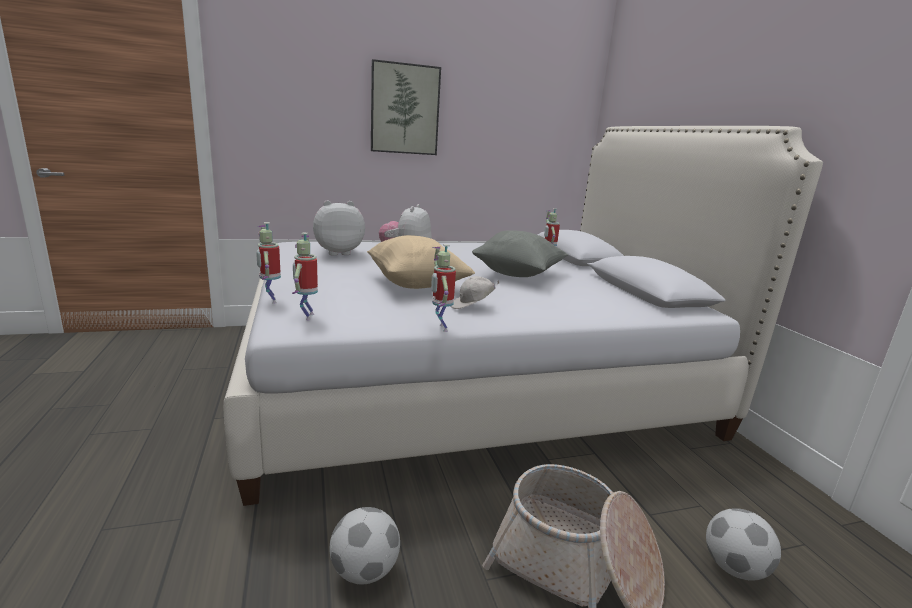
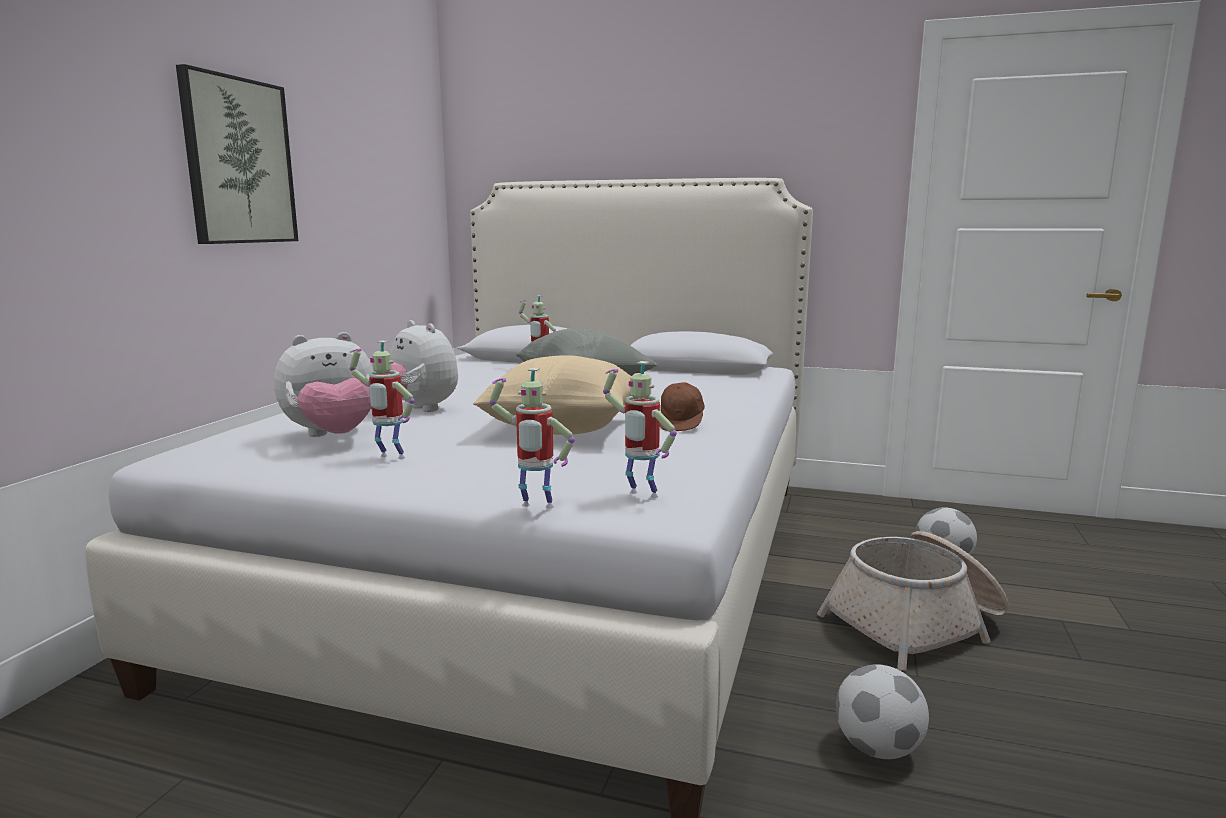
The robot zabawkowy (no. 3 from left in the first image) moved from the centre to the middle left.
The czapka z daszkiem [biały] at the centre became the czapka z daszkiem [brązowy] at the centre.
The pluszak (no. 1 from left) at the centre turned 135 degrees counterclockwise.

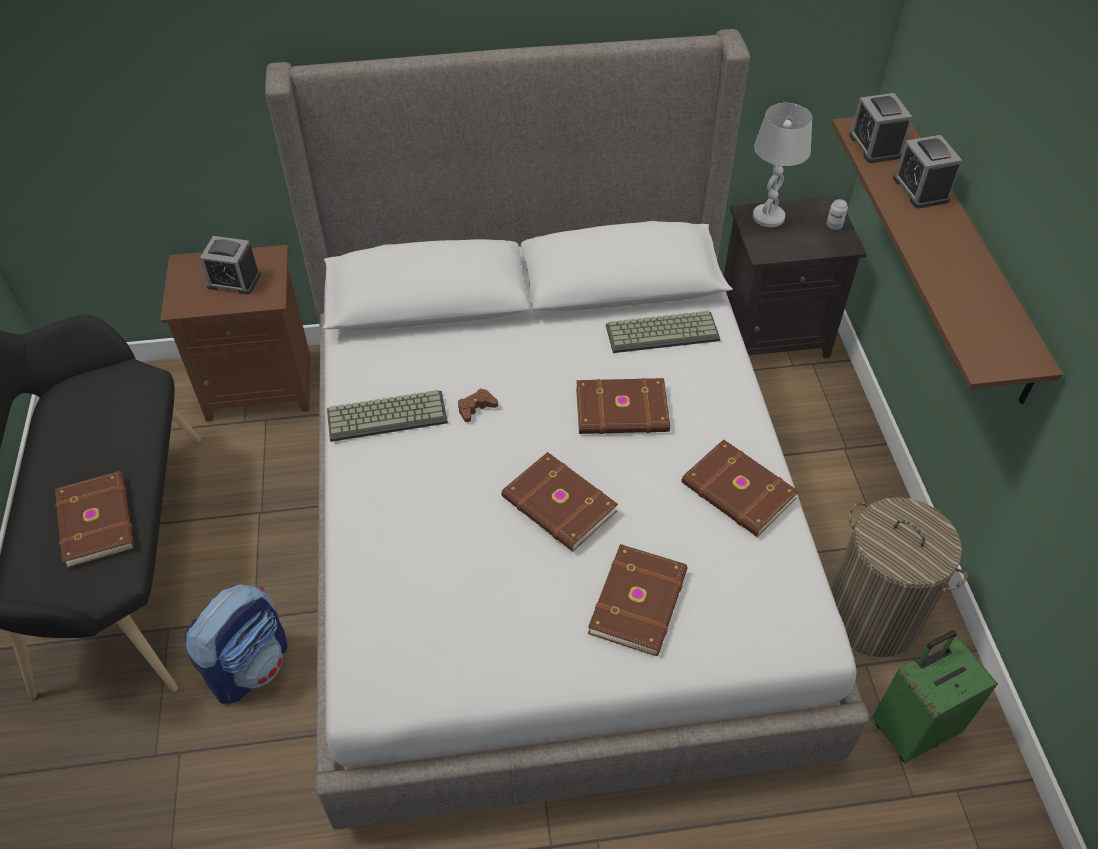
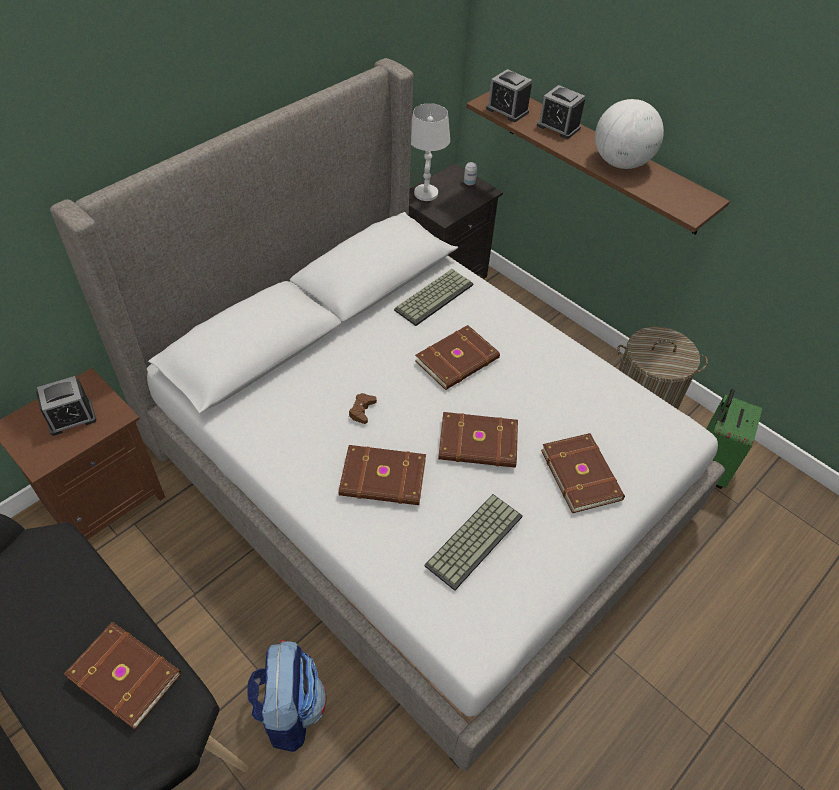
The globus at the top right appeared.
The klawiatura (no. 1 from left in the first image) moved from the centre to the bottom centre.
The książka [brązowy] (no. 5 from left in the first image) moved from the middle right to the centre.

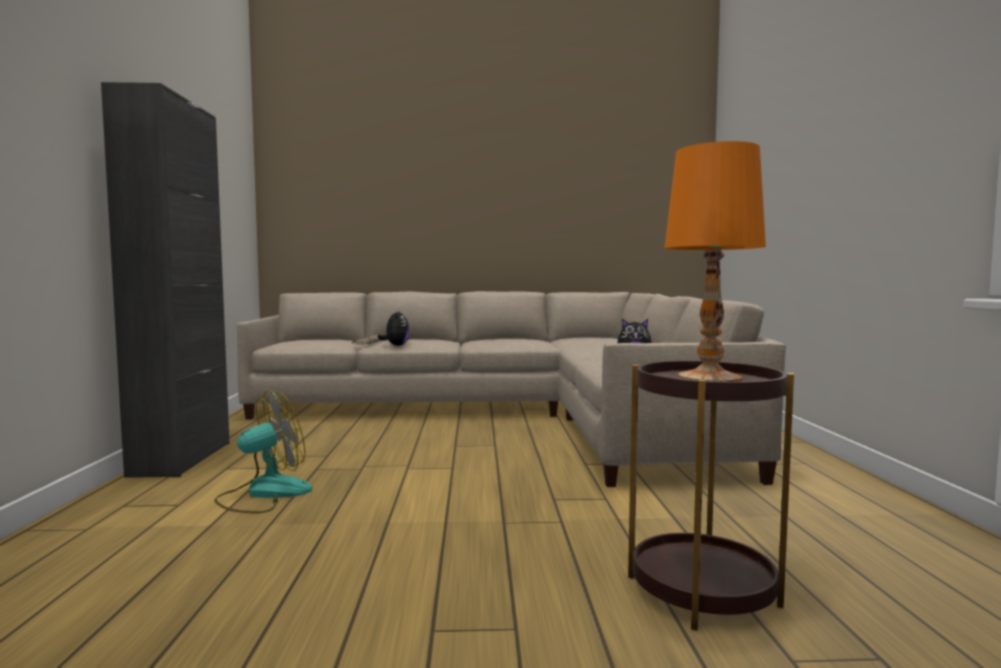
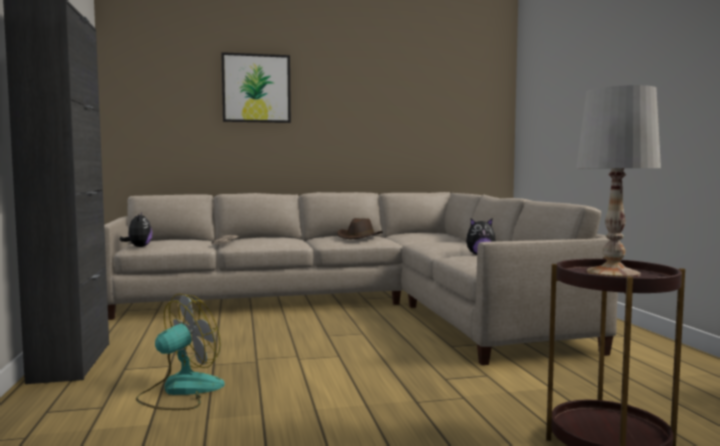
The obraz at the top centre appeared.
The kapelusz [brązowy] at the centre appeared.
The pluszak (no. 1 from left) moved from the centre to the middle left.
The lampa stołowa [pomarańczowy] at the middle right became the lampa stołowa [biały] at the middle right.

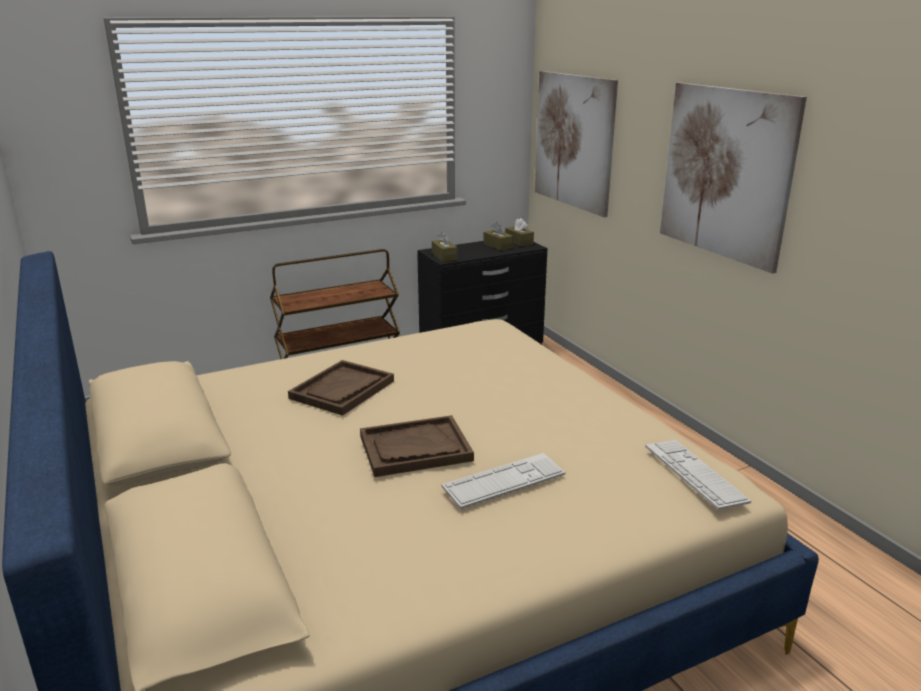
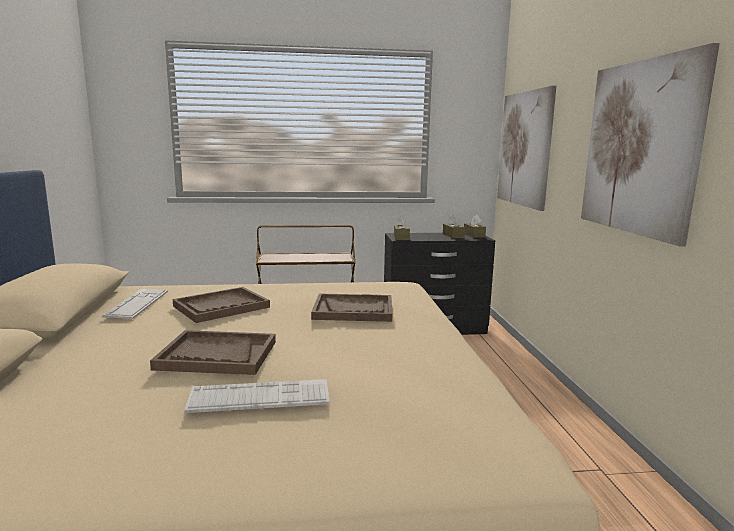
The taca [brązowy] (no. 3 from left) at the centre appeared.
The klawiatura (no. 2 from left in the first image) moved from the bottom right to the middle left.

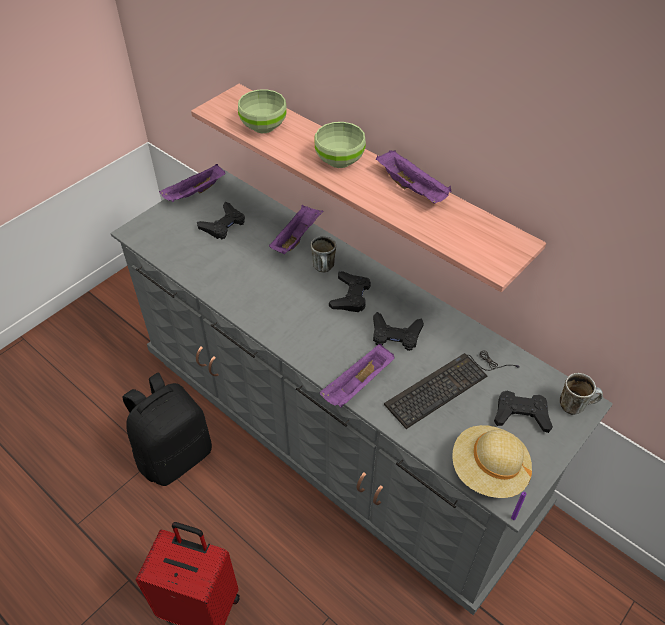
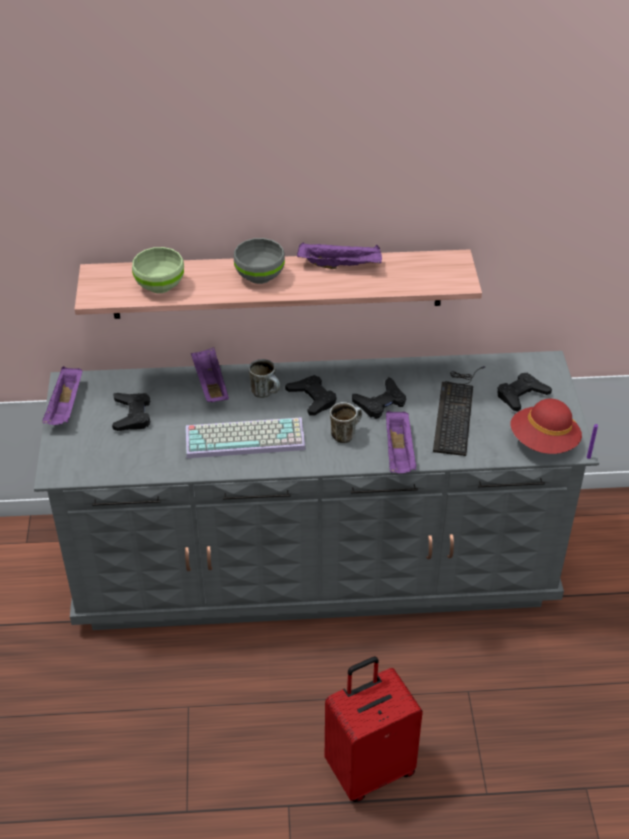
The plecak [czarny] at the bottom left disappeared.
The klawiatura (no. 1 from left) at the centre appeared.
The kubek (no. 2 from left) moved from the middle right to the centre.
The miska [zielony] (no. 2 from left) at the top centre became the miska [szary] at the top centre.
The kapelusz [beżowy] at the bottom right became the kapelusz [czerwony] at the middle right.

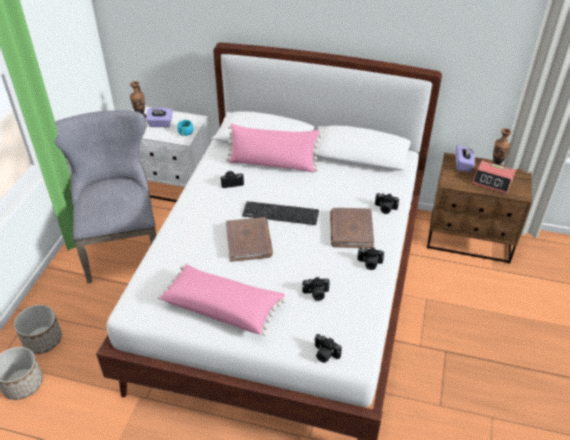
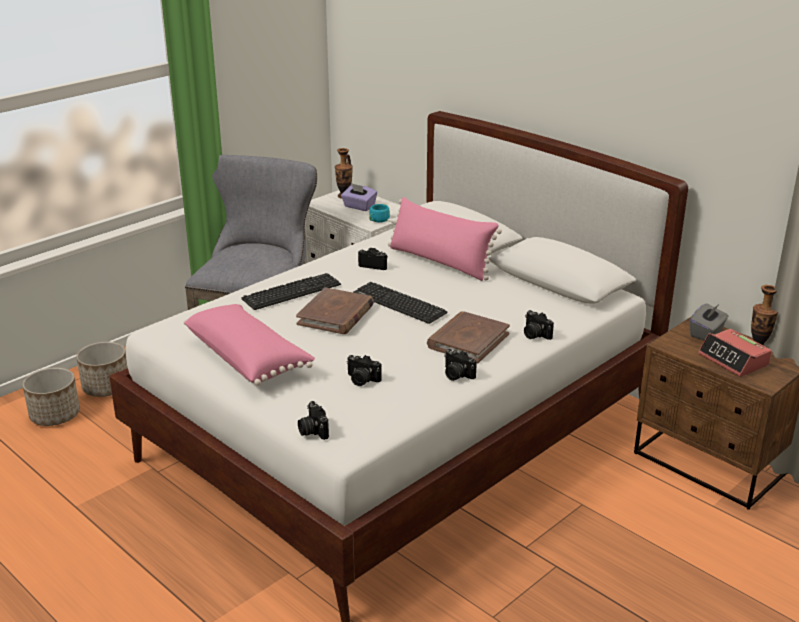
The klawiatura (no. 1 from left) at the centre appeared.
The pudełko chusteczek [fioletowy] (no. 2 from left) at the middle right became the pudełko chusteczek [szary] at the middle right.

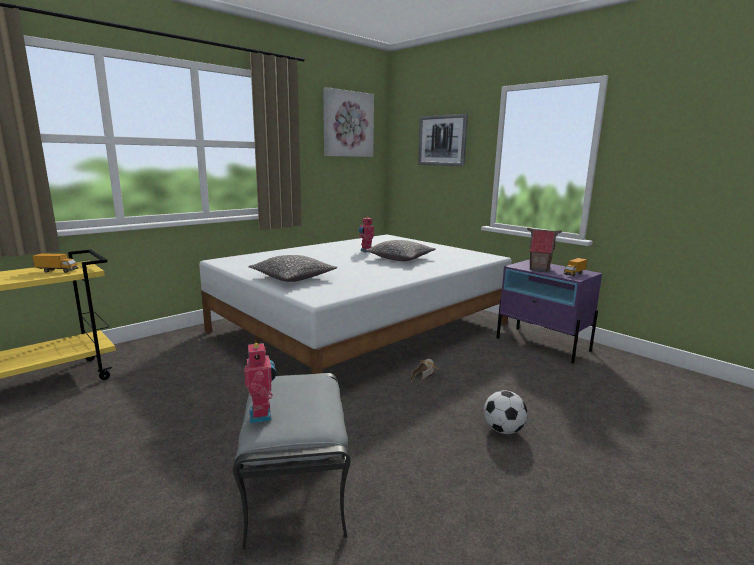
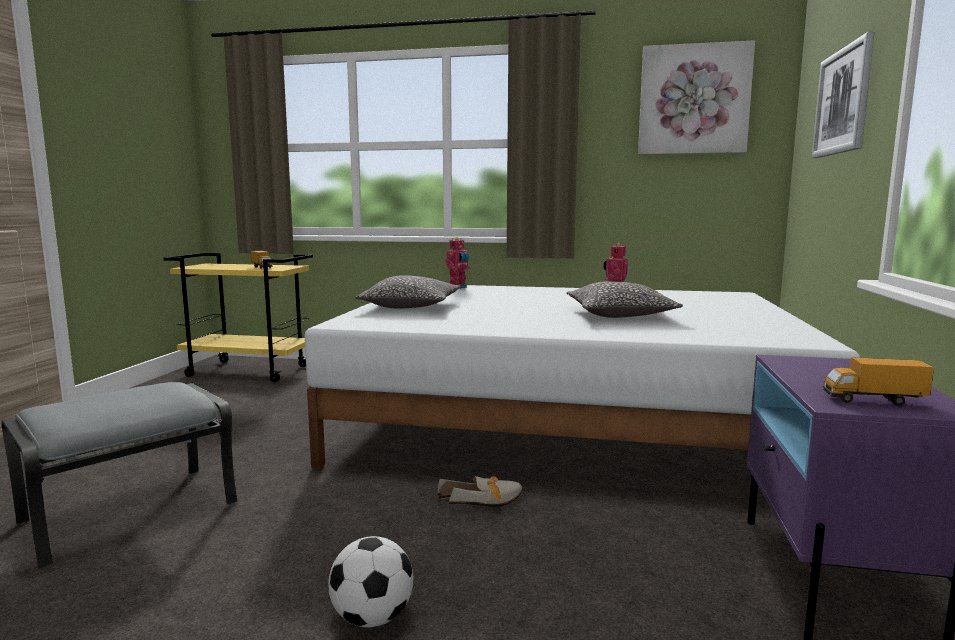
The domek at the middle right disappeared.
The robot zabawkowy (no. 1 from left) moved from the bottom centre to the centre.

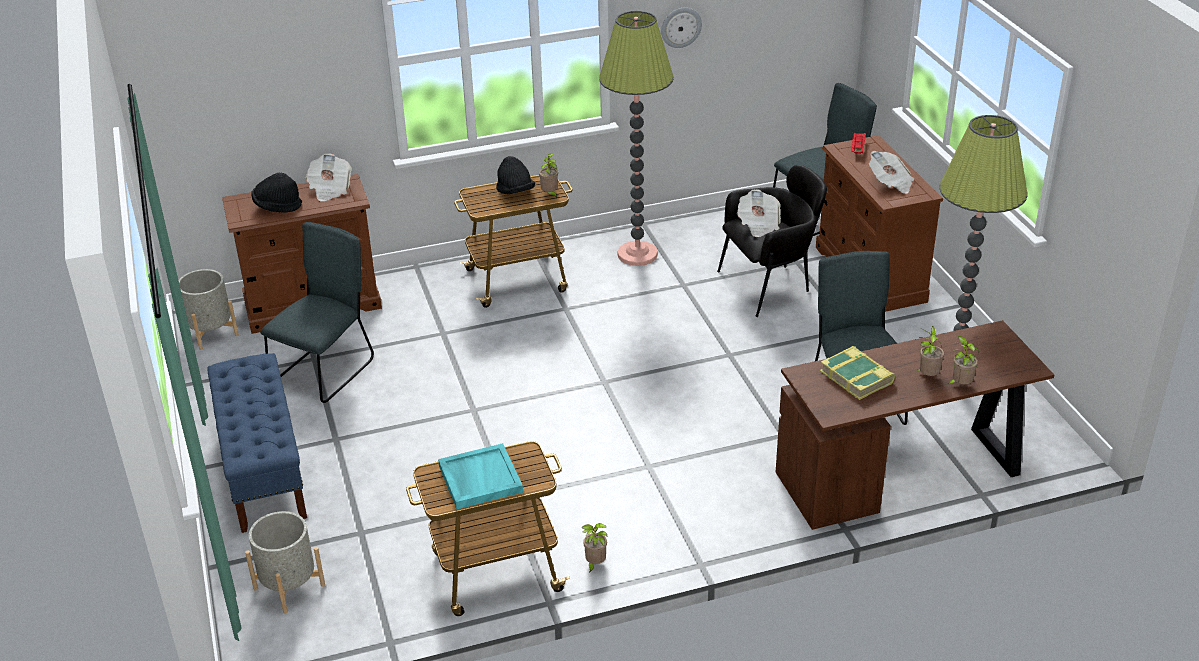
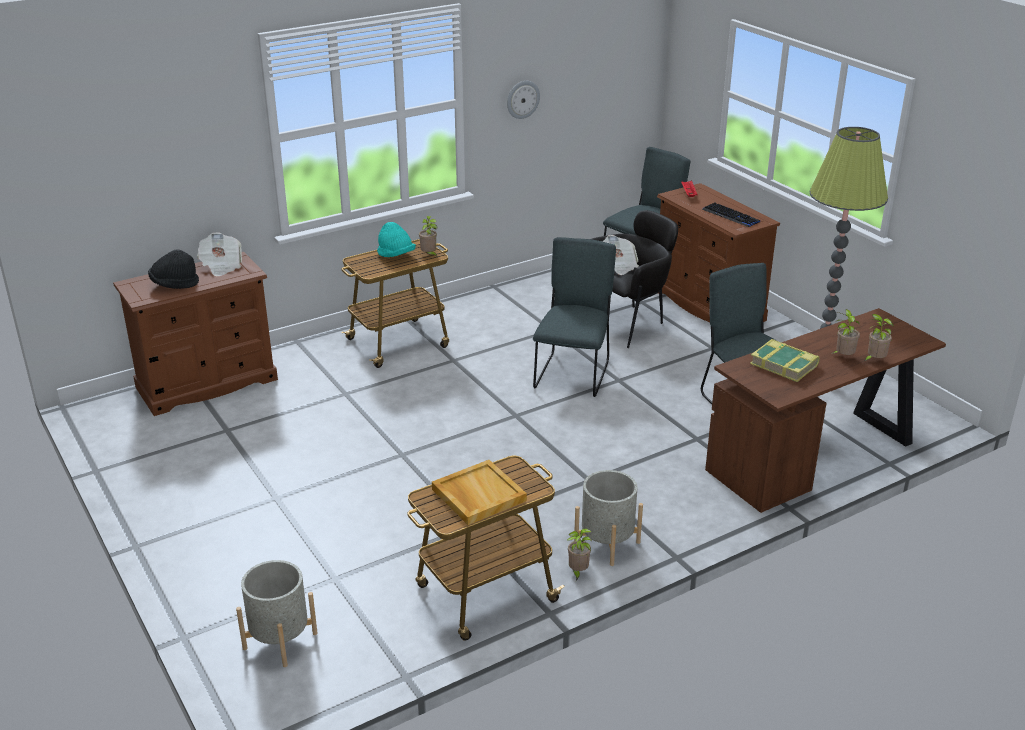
The ławka [niebieski] at the bottom left disappeared.
The lampa stojąca (no. 1 from left) at the top centre disappeared.
The donica [szary] (no. 1 from left in the first image) moved from the middle left to the bottom centre.
The krzesło [szary] (no. 1 from left) moved from the middle left to the centre.
The gazeta (no. 3 from left) at the top right was replaced by the klawiatura at the top right.
The taca [turkusowy] at the bottom centre became the taca [beżowy] at the bottom centre.
The kapelusz [czarny] (no. 2 from left) at the top centre became the kapelusz [turkusowy] at the top centre.

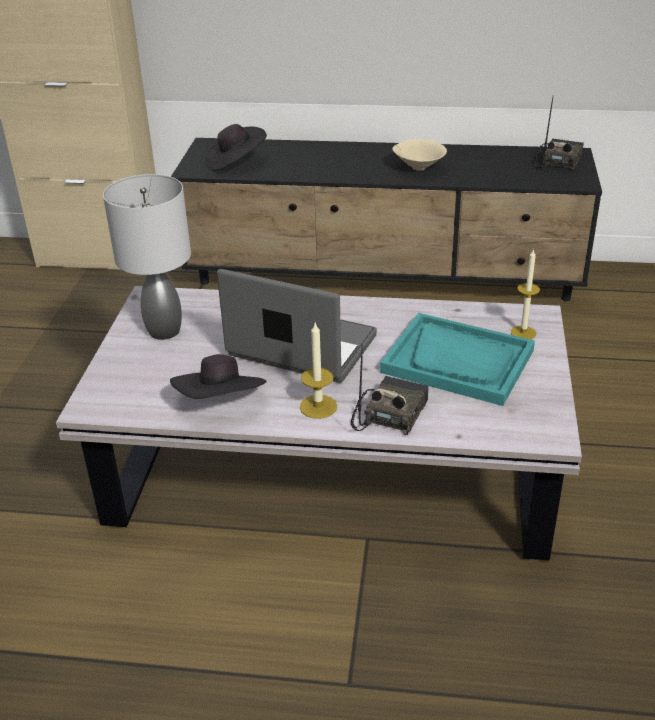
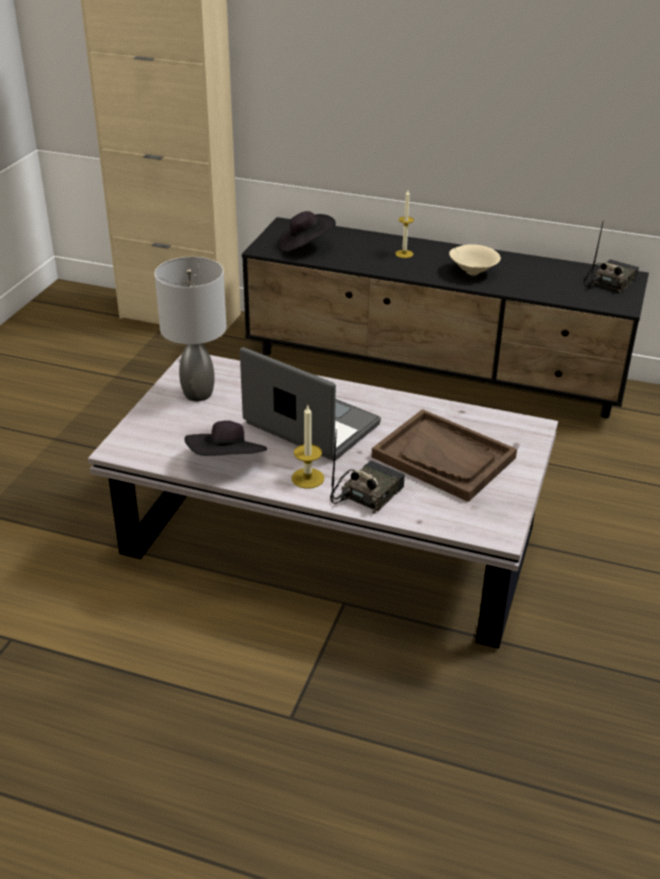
The świeca (no. 2 from left) moved from the middle right to the top centre.
The taca [turkusowy] at the middle right became the taca [brązowy] at the middle right.

